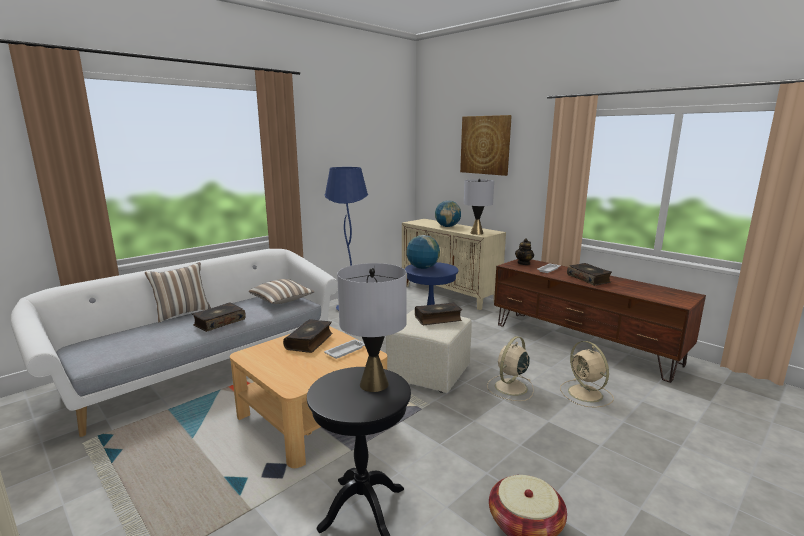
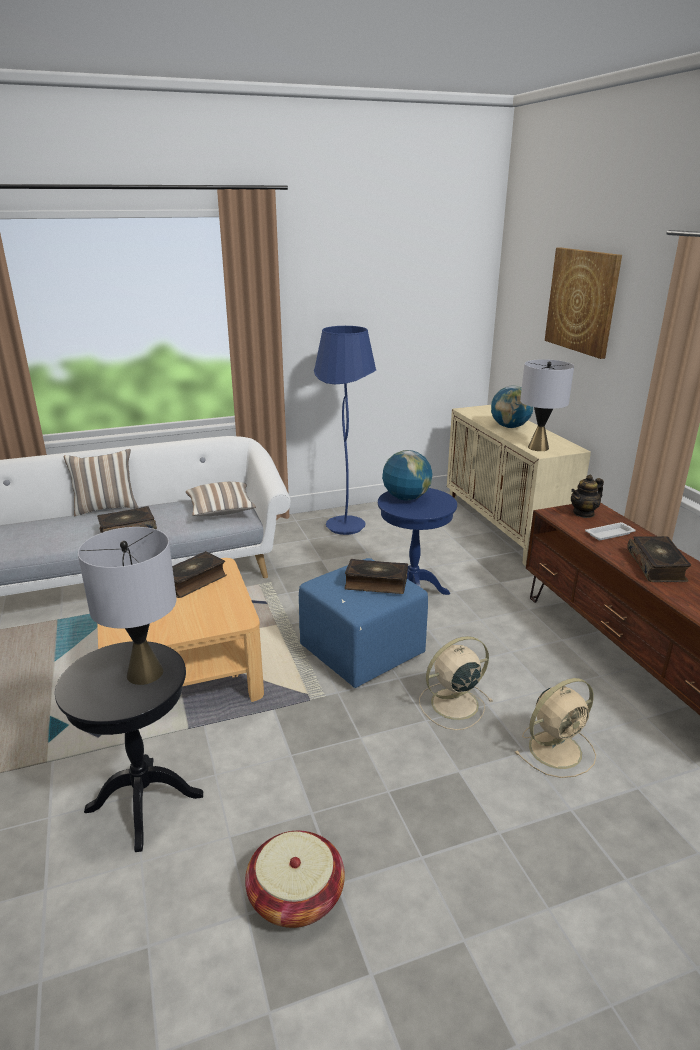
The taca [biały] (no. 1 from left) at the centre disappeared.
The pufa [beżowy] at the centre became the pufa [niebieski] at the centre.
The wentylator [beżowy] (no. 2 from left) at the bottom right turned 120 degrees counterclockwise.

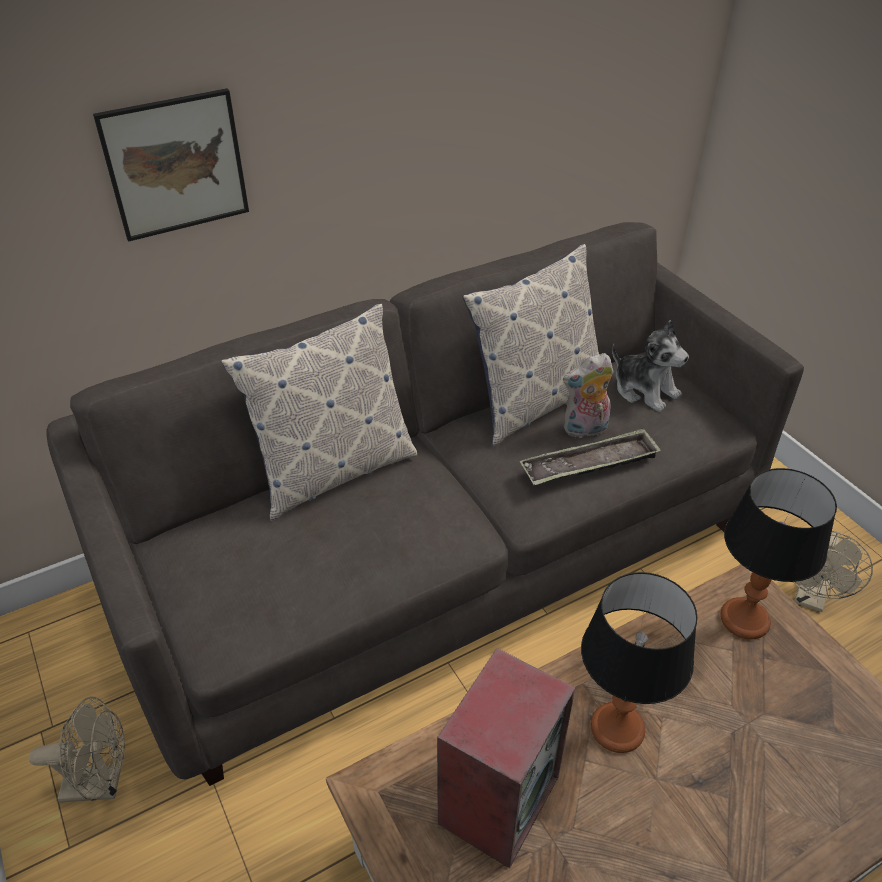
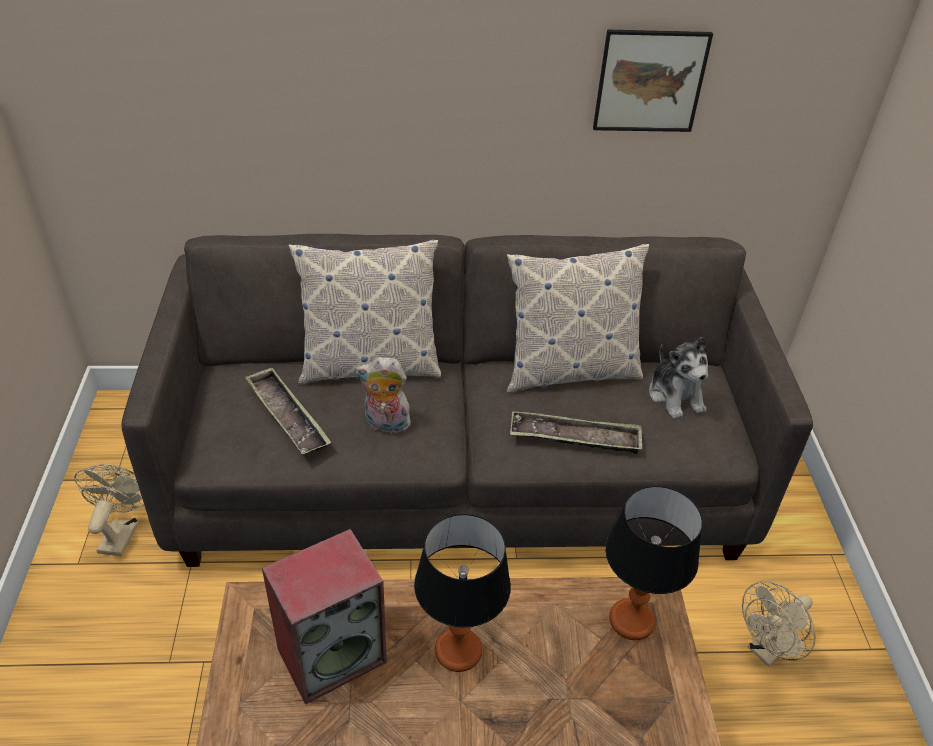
The taca (no. 1 from left) at the middle left appeared.
The obraz moved from the top left to the top right.
The pluszak (no. 1 from left) moved from the middle right to the centre.
The wentylator [beżowy] (no. 1 from left) at the bottom left turned 105 degrees counterclockwise.

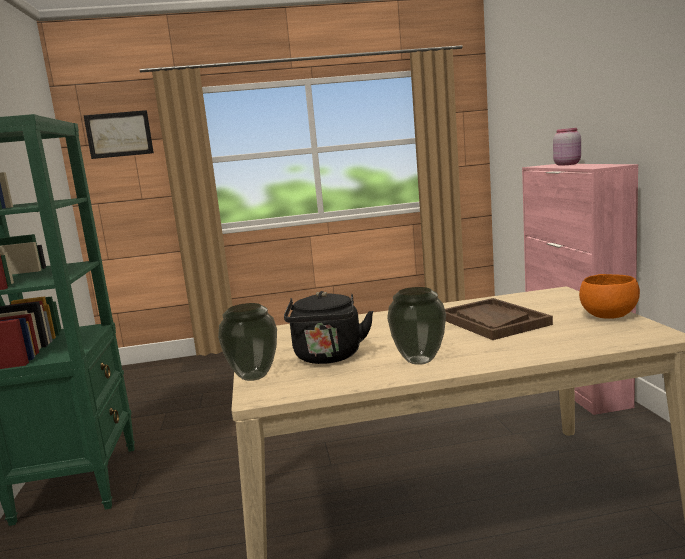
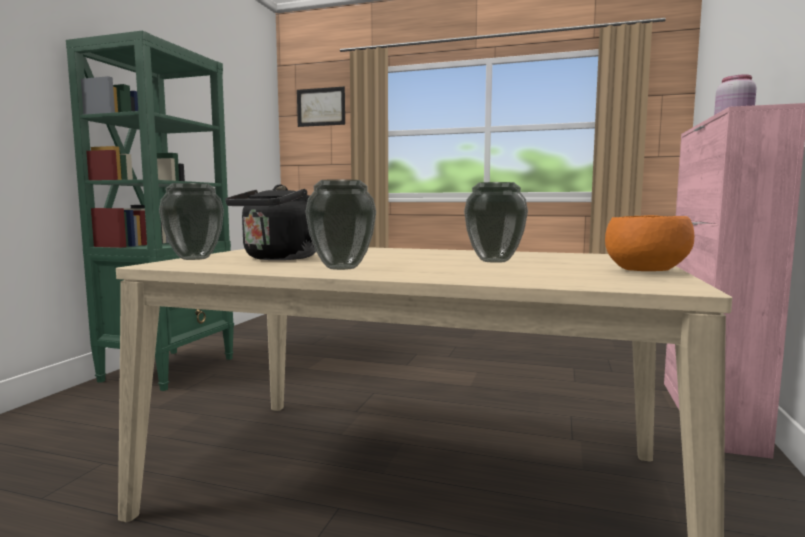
The taca [brązowy] at the middle right was replaced by the wazon (no. 3 from left) at the centre.

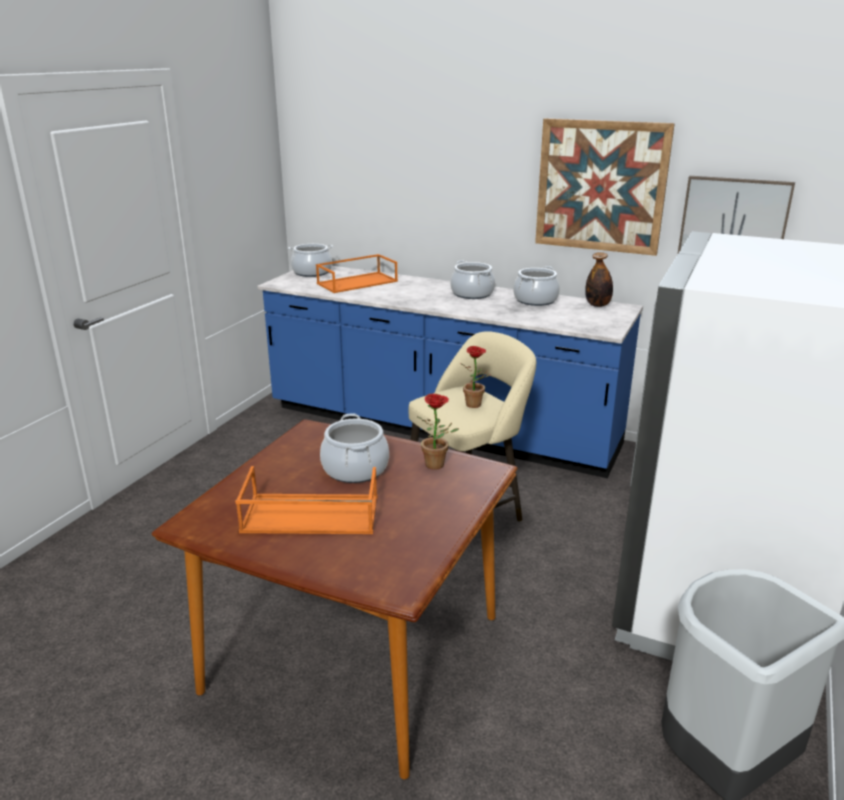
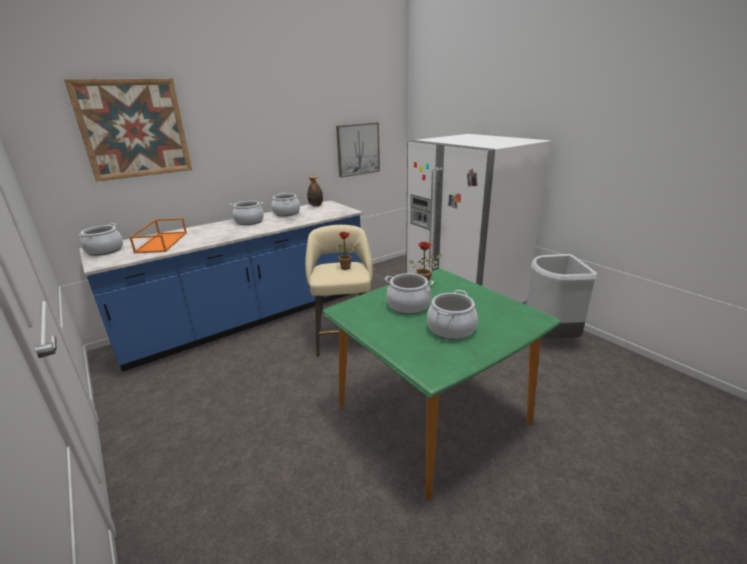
The obraz (no. 1 from left) moved from the top right to the top left.
The taca [pomarańczowy] (no. 1 from left) at the centre was replaced by the garnek (no. 5 from left) at the centre.
The stół jadalny [brązowy] at the bottom centre became the stół jadalny [zielony] at the bottom centre.

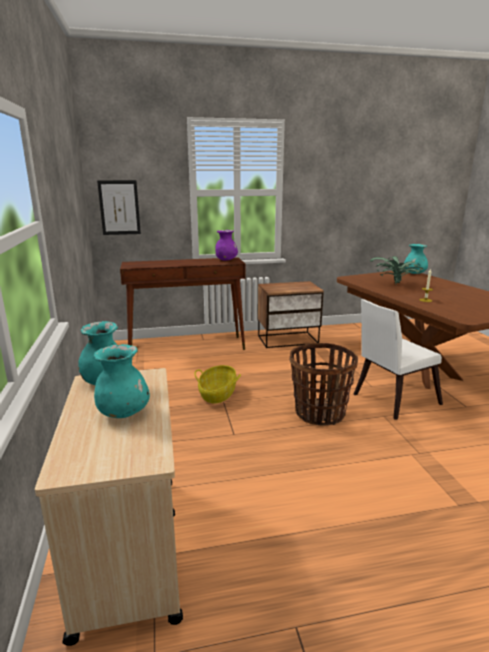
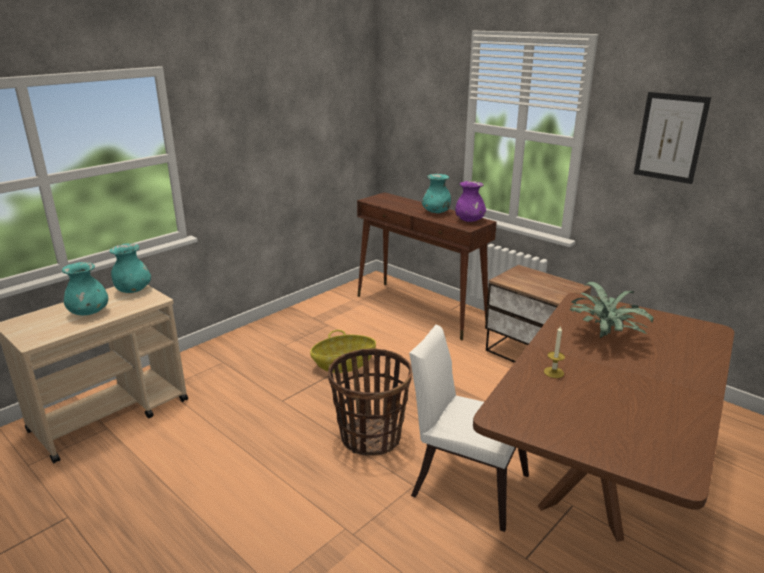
The obraz moved from the top left to the top right.
The wazon [turkusowy] (no. 3 from left) moved from the middle right to the centre.

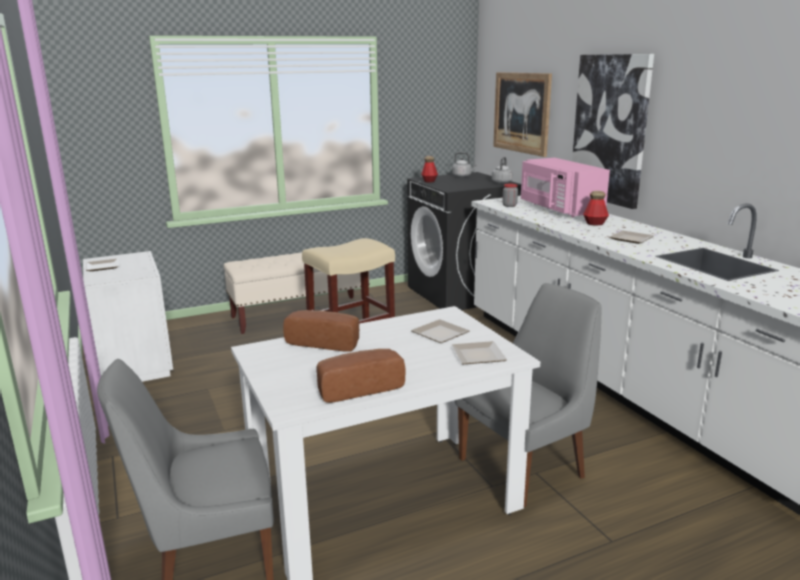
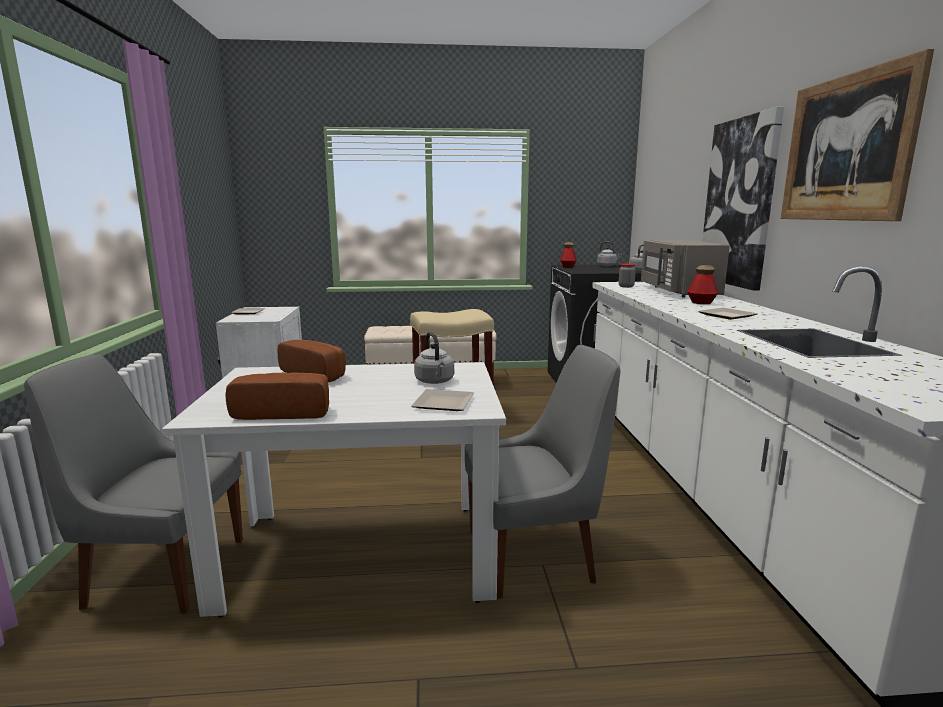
The obraz (no. 1 from left in the first image) moved from the top centre to the top right.
The talerz (no. 2 from left) at the centre was replaced by the czajnik [szary] (no. 1 from left) at the centre.
The mikrofalówka [różowy] at the top right became the mikrofalówka [szary] at the middle right.

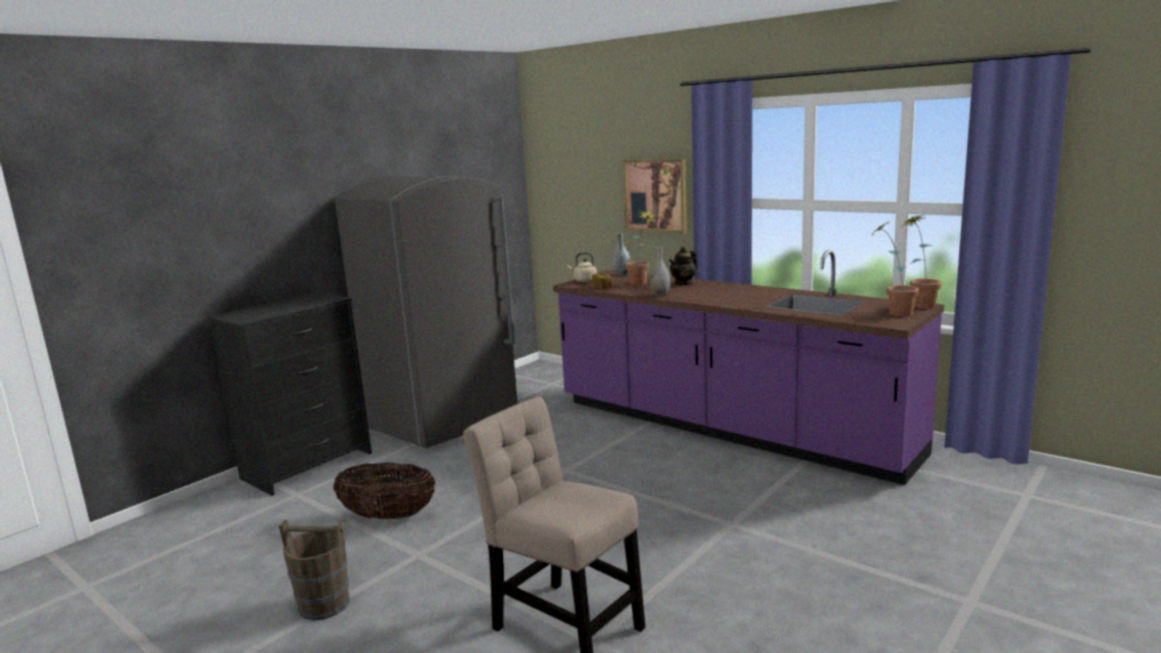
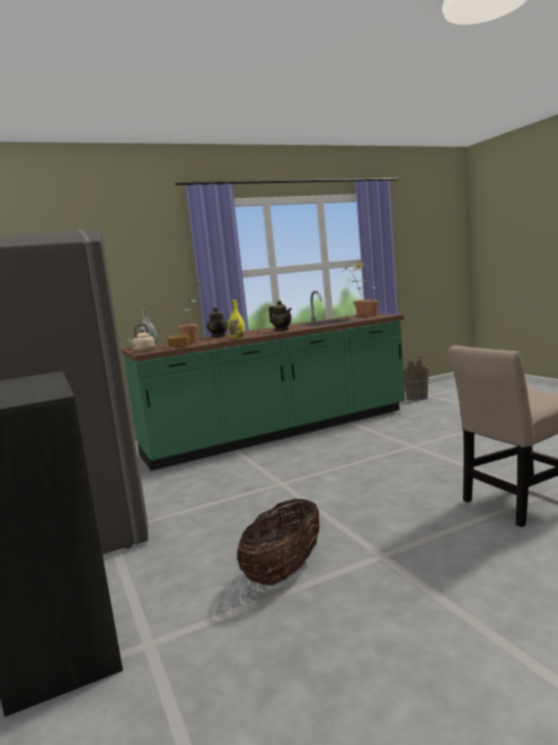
The obraz at the top centre disappeared.
The imbryk (no. 2 from left) at the centre appeared.
The wiadro [brązowy] moved from the bottom left to the middle right.
The zabudowa kuchenna [fioletowy] at the centre became the zabudowa kuchenna [zielony] at the centre.
The wazon [szary] (no. 2 from left) at the centre became the wazon [żółty] at the centre.

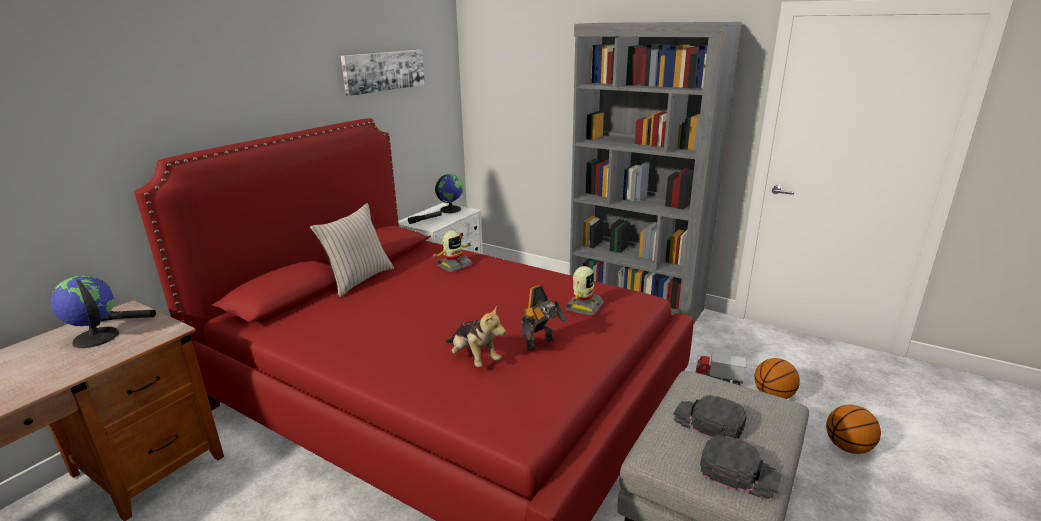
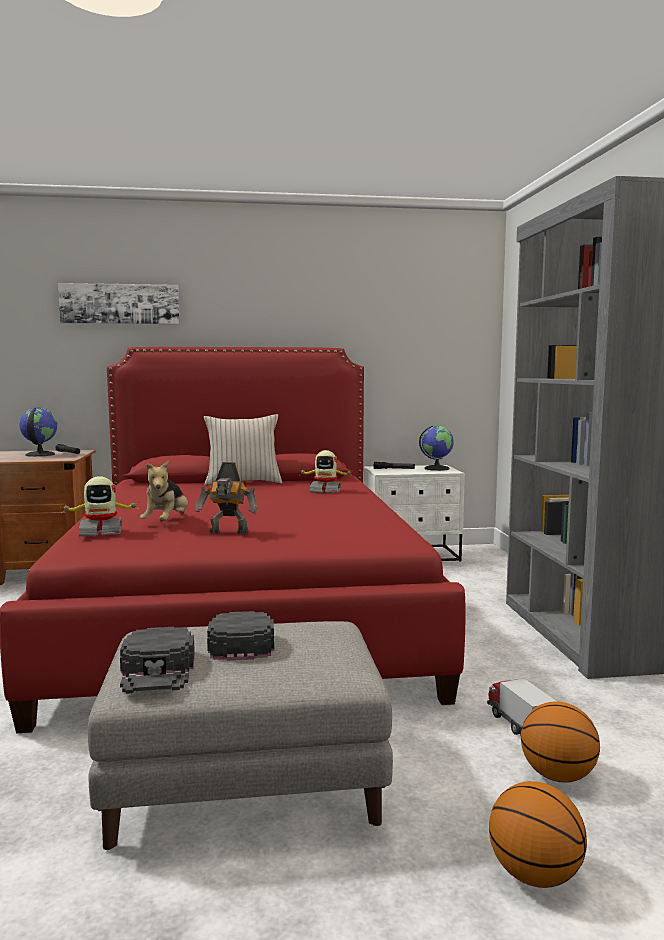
The obraz moved from the top centre to the top left.
The robot zabawkowy (no. 3 from left in the first image) moved from the centre to the middle left.

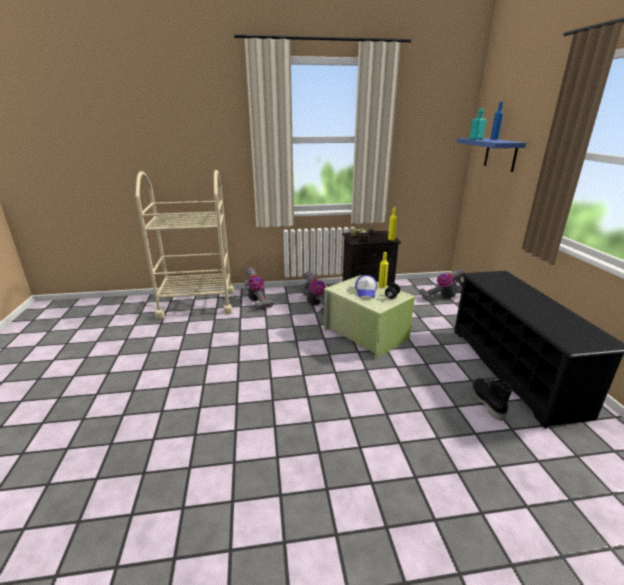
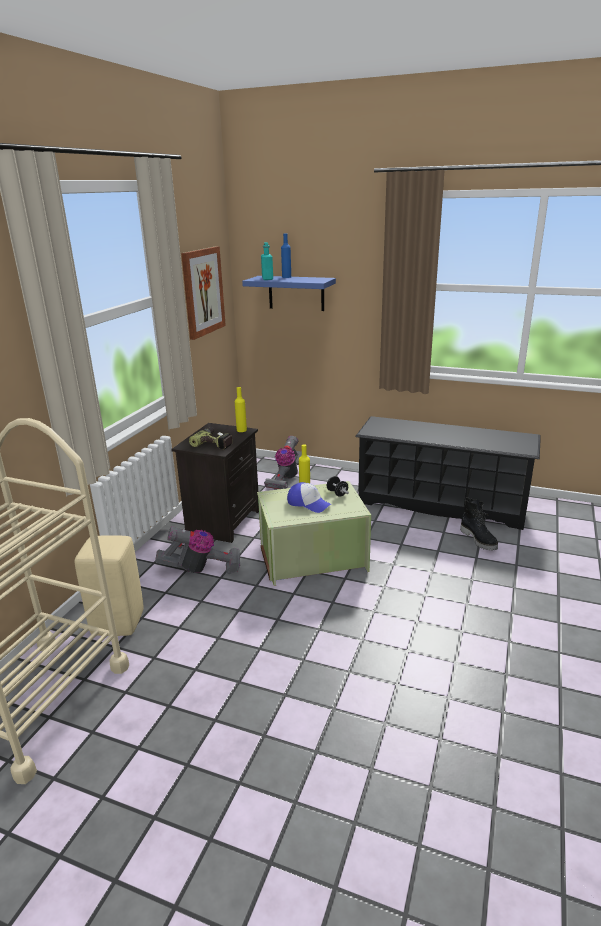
The obraz at the top centre appeared.
The odkurzacz (no. 1 from left) at the centre was replaced by the stołek [beżowy] at the middle left.
The but z cholewką [czarny] at the bottom right turned 135 degrees counterclockwise.

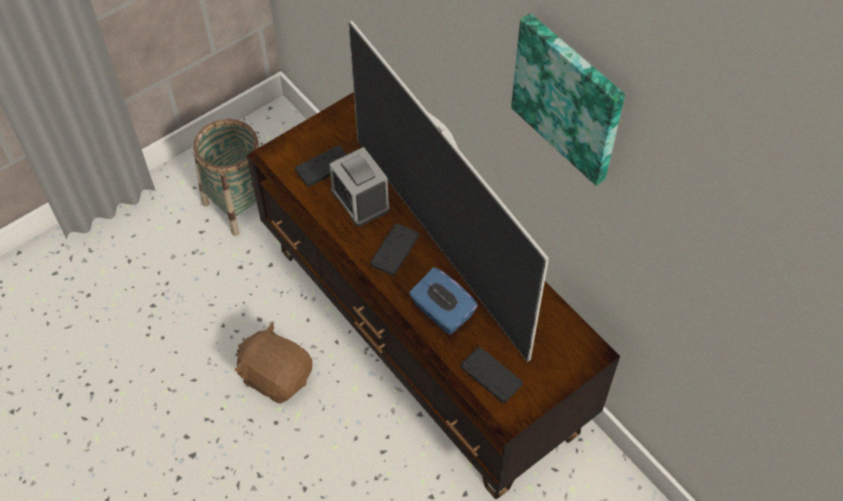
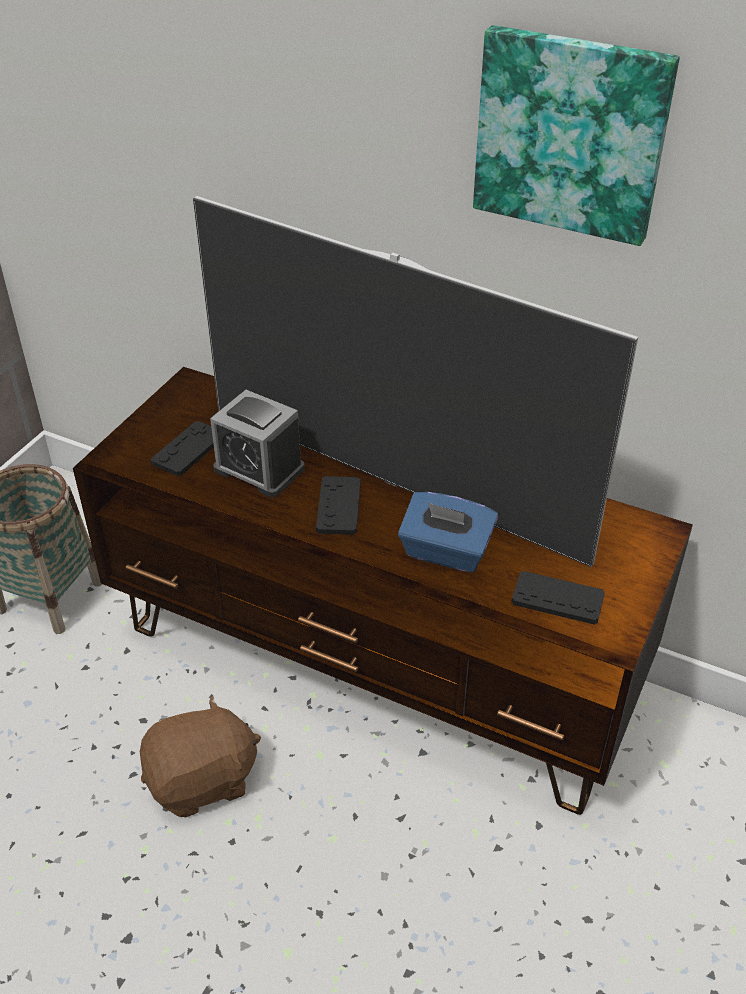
The pluszak [brązowy] at the bottom left turned 150 degrees clockwise.

